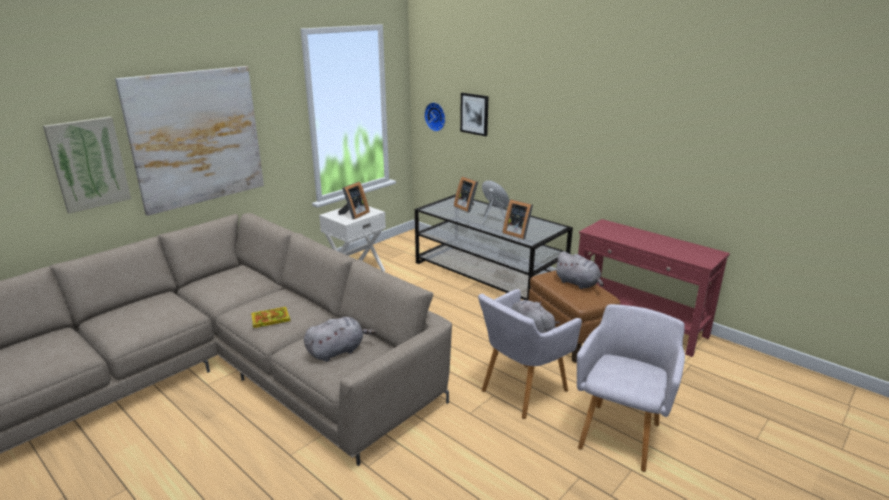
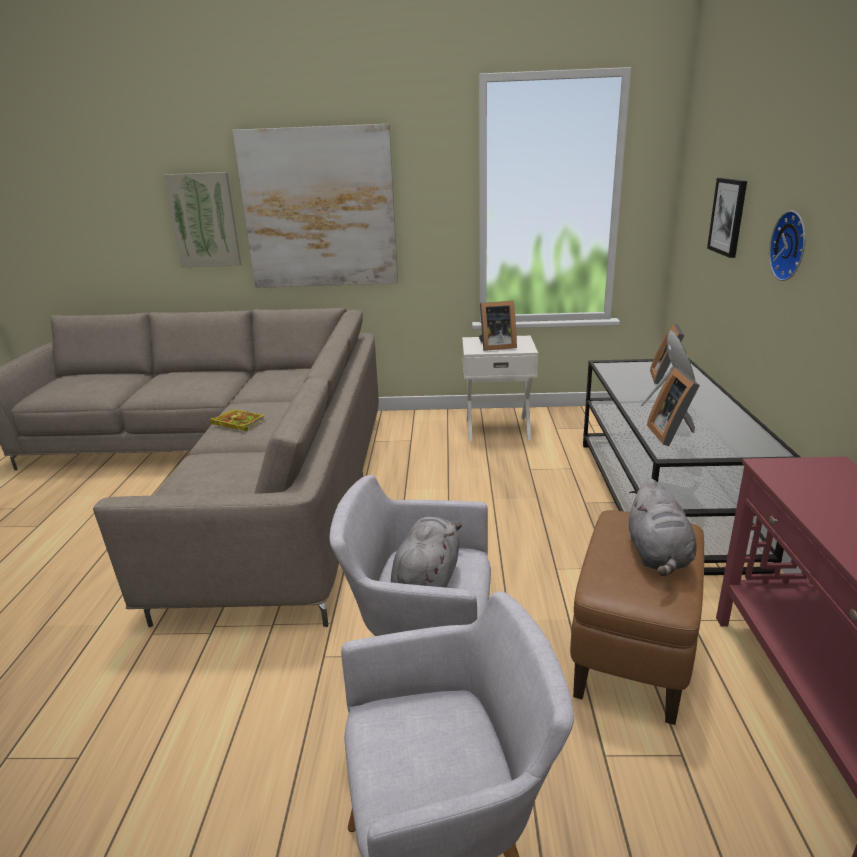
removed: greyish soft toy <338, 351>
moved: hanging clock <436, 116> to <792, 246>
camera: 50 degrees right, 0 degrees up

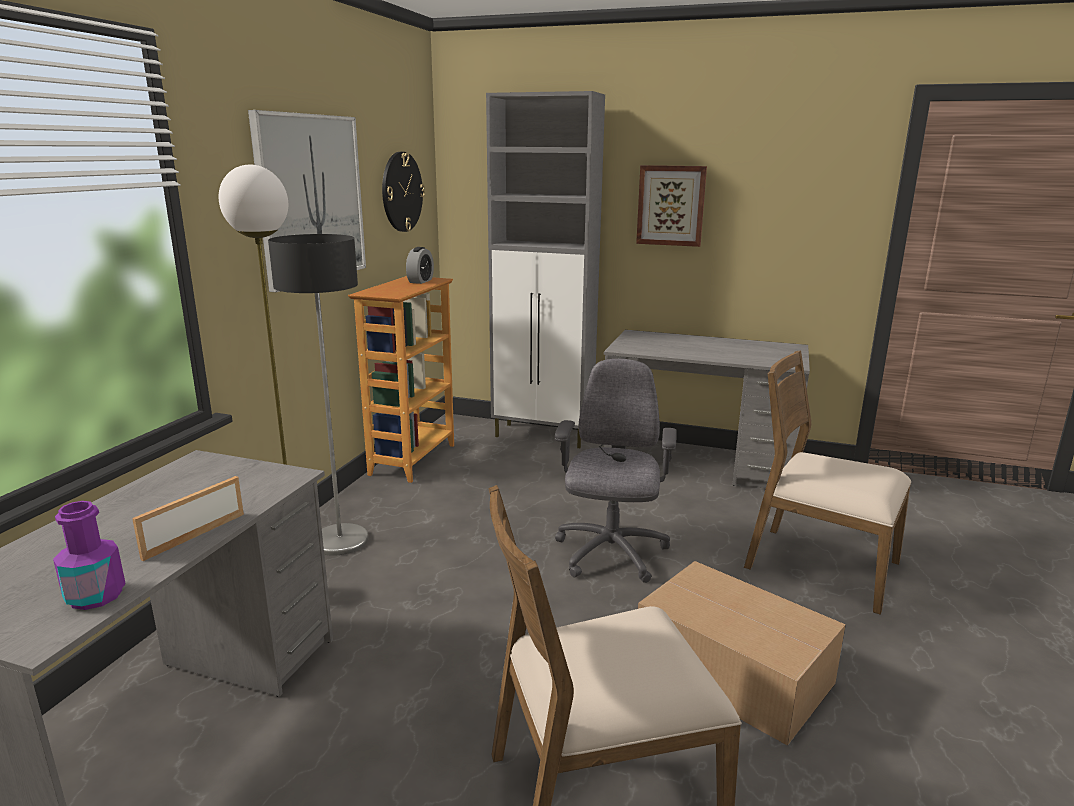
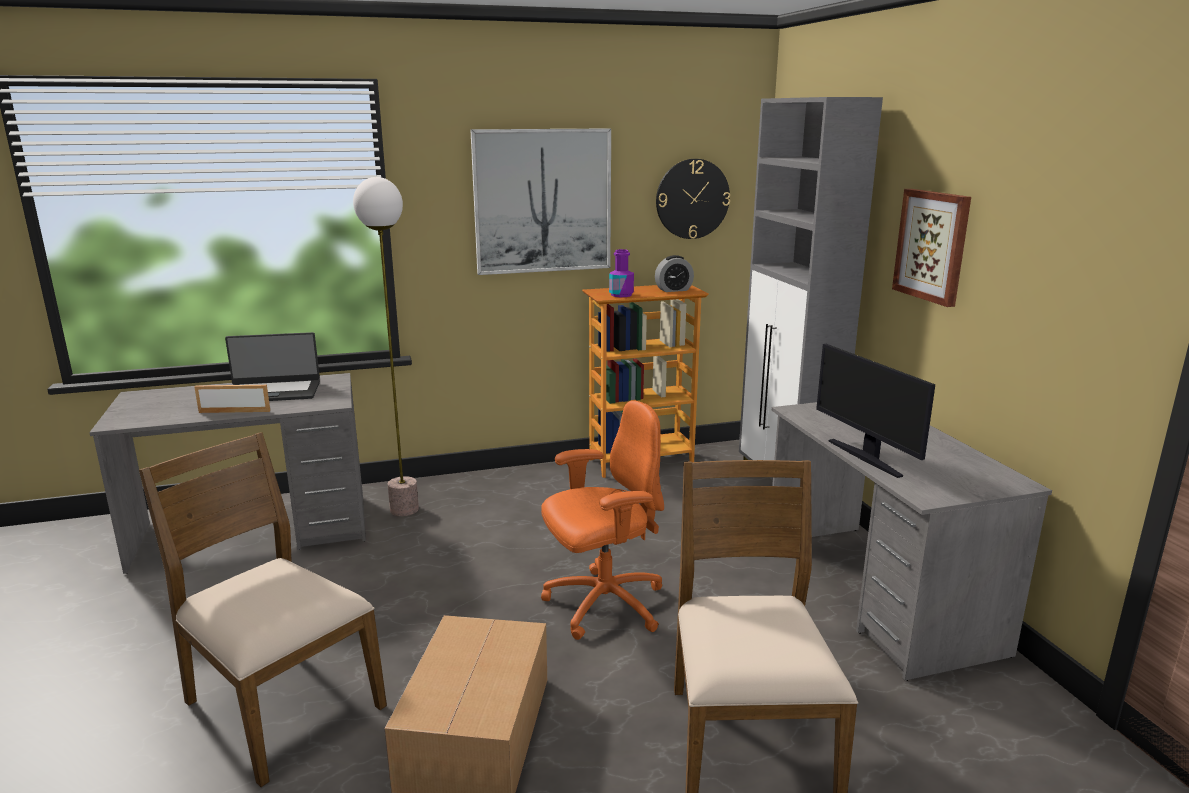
removed: floor lamp <340, 541>
added: notebook computer <272, 392>; monitor <866, 457>
moved: purplish beverage bottle <95, 596> to <621, 295>
recoloured: greyish desk chair <610, 554> to orangey desk chair <603, 605>
camera: 55 degrees right, 0 degrees up

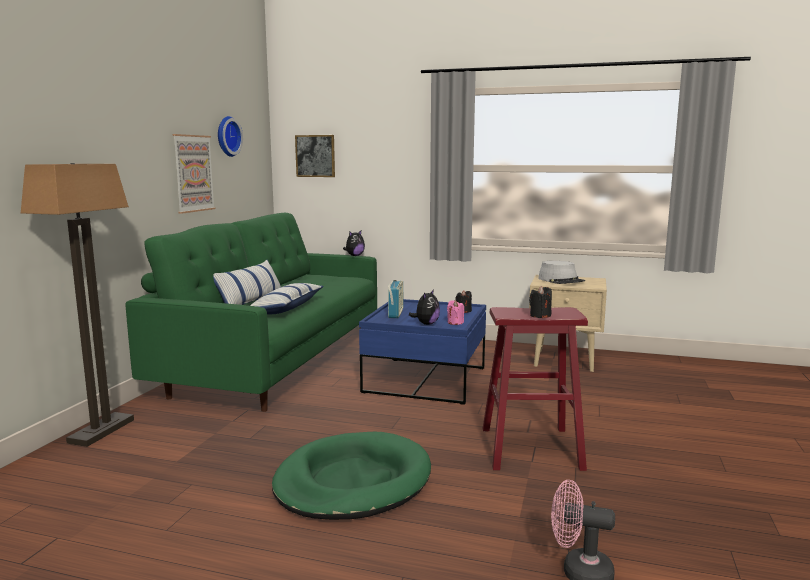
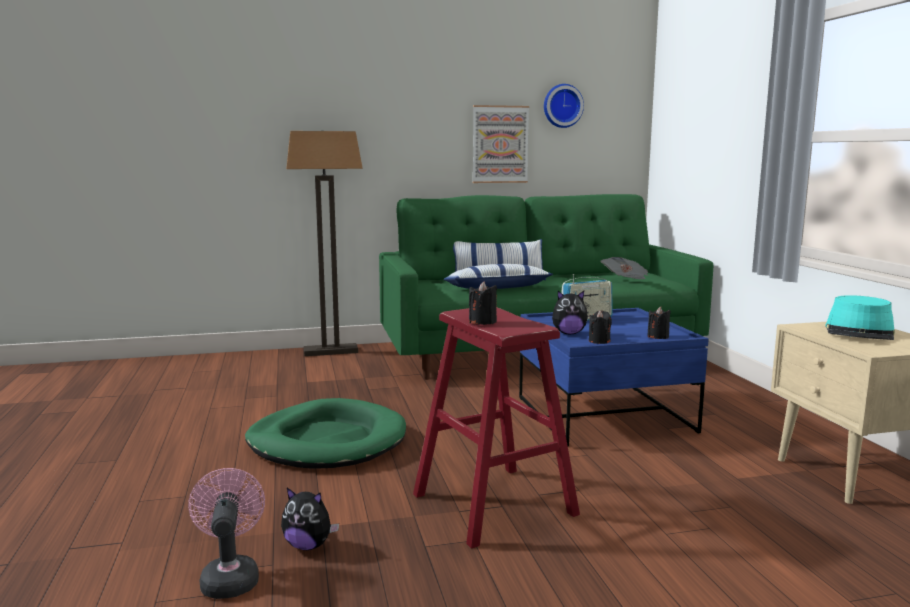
removed: wall art <315, 156>
added: daily paper <625, 282>
moved: soft toy <354, 256> to <308, 545>
recoloured: pink-coloured wax light <455, 322> to blackish wax light <599, 341>; greyish clothing hat <561, 280> to blue-green clothing hat <860, 332>
camera: 60 degrees right, 0 degrees up

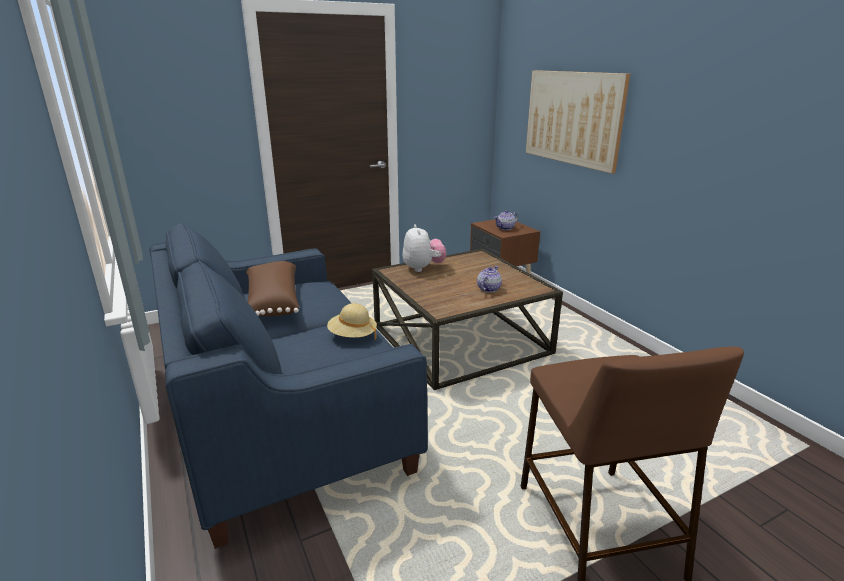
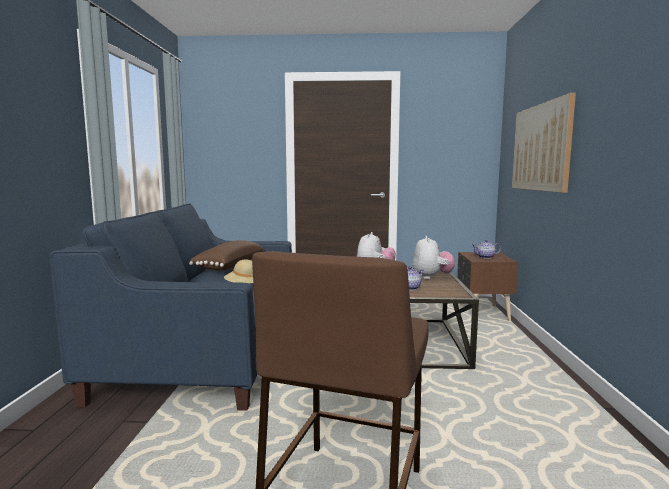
added: soft toy <431, 277>
camera: 30 degrees right, 15 degrees down

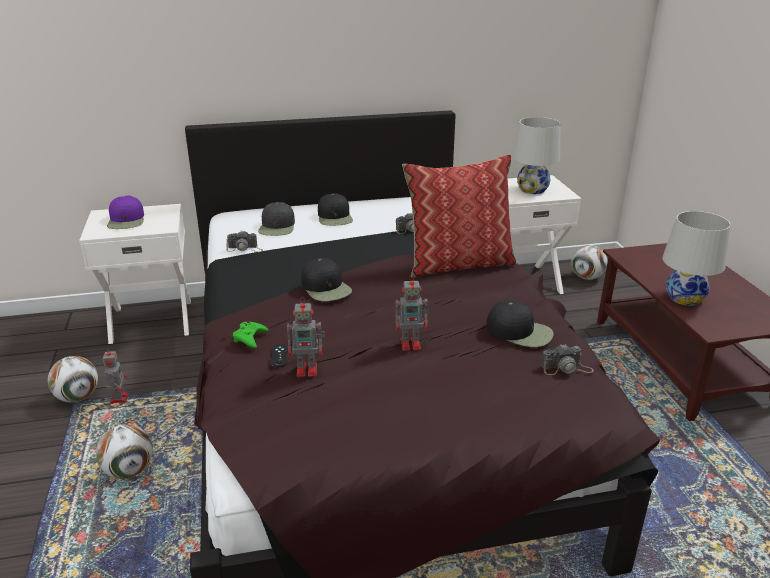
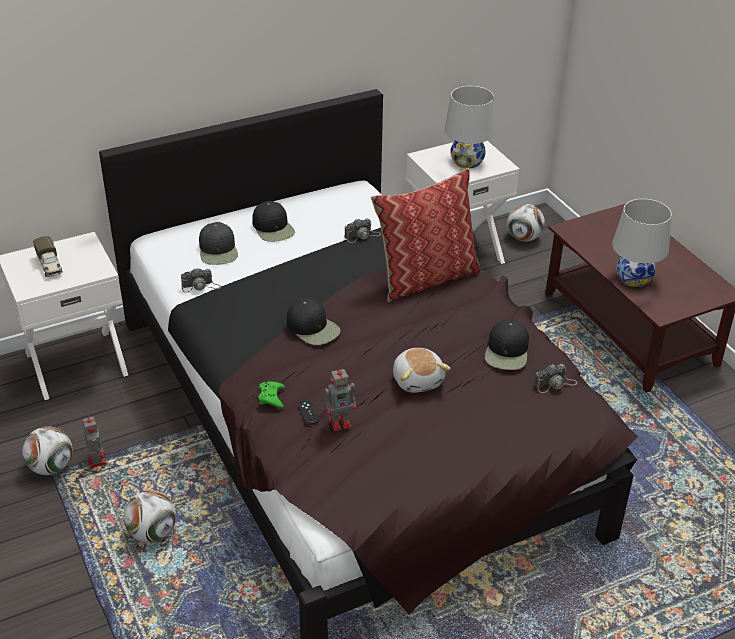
replaced: purplish peaked cap <126, 220> to toy truck <50, 266>; model robot <412, 344> to soft toy <418, 380>
turned: blackish peaked cap <520, 332> = <507, 352> 90 degrees clockwise
camera: 15 degrees left, 10 degrees up

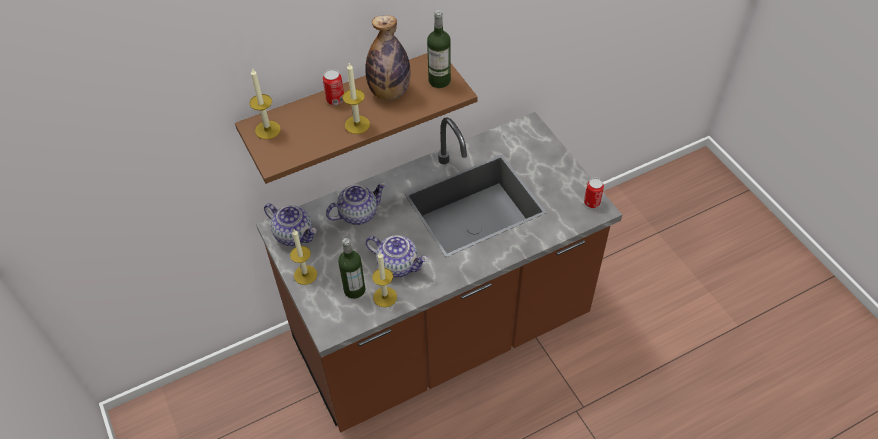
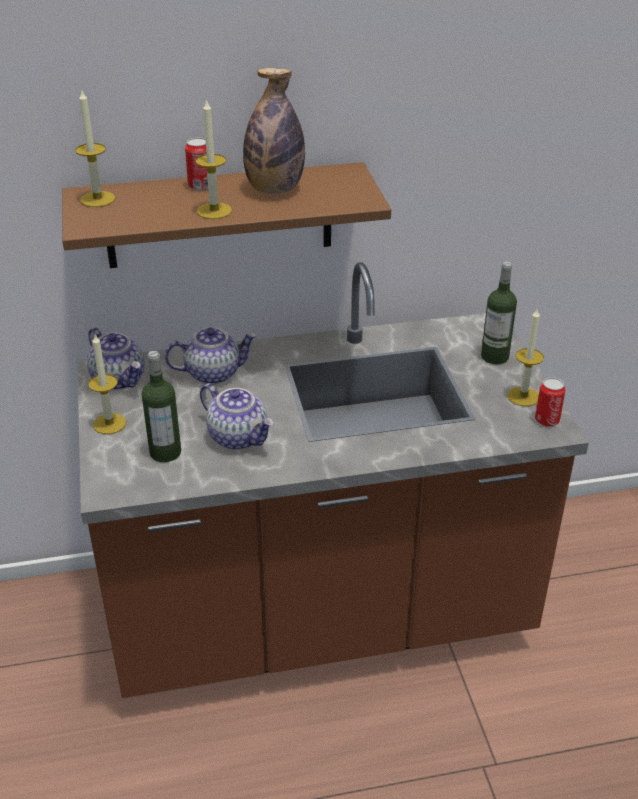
moved: wax light <385, 297> to <523, 396>; beverage bottle <439, 80> to <494, 356>
camera: 15 degrees right, 15 degrees down

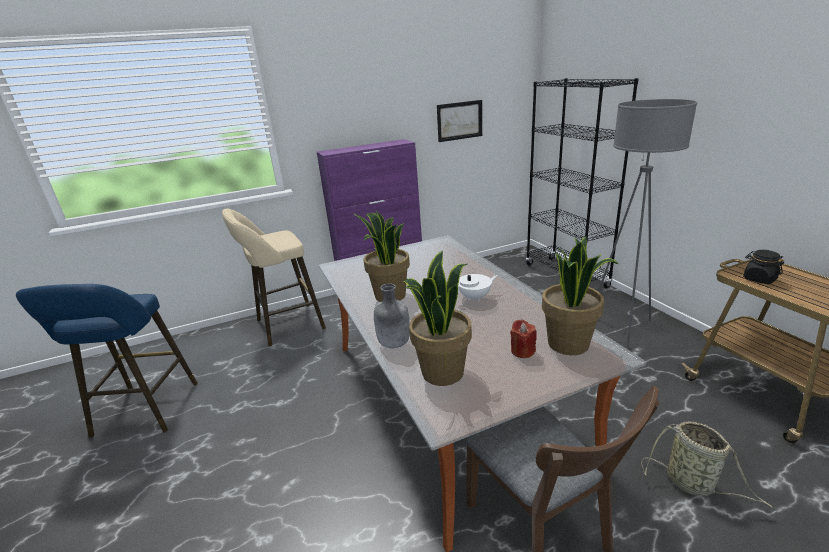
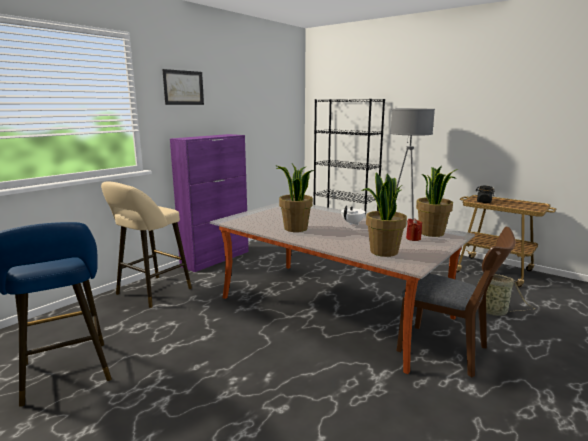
removed: greyish beverage bottle <394, 344>
moved: wall art <459, 120> to <183, 87>
camera: 30 degrees left, 10 degrees down

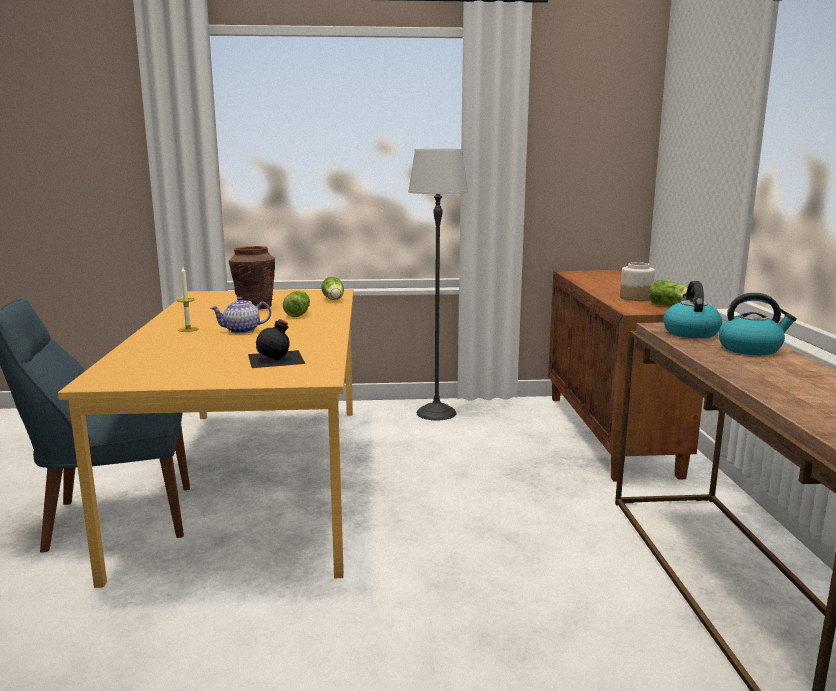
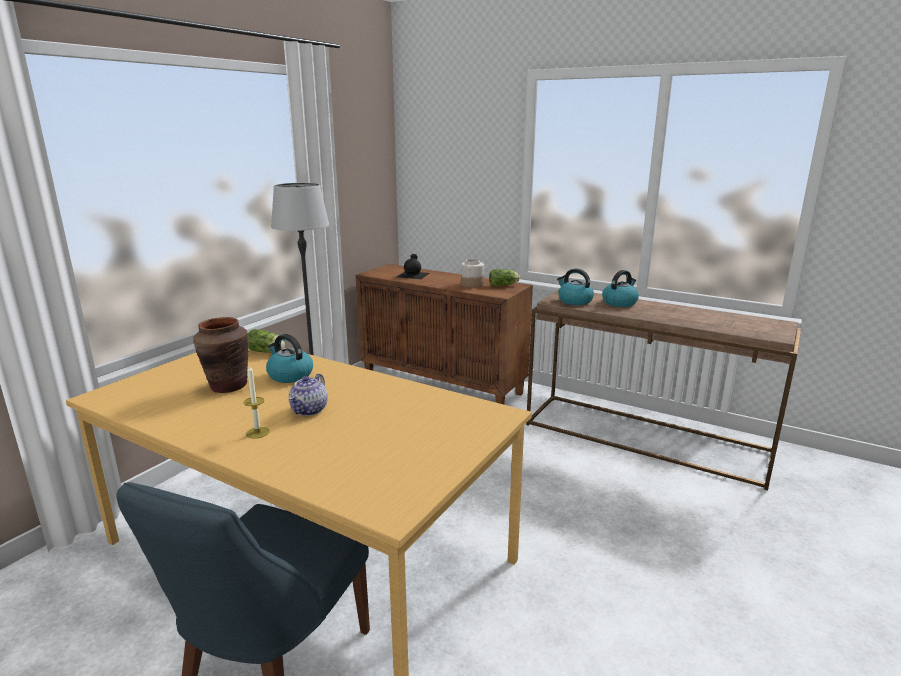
moved: blackish beverage bottle <277, 359> to <413, 275>
replaced: lettuce <298, 313> to kettle <289, 375>
camera: 55 degrees left, 5 degrees up

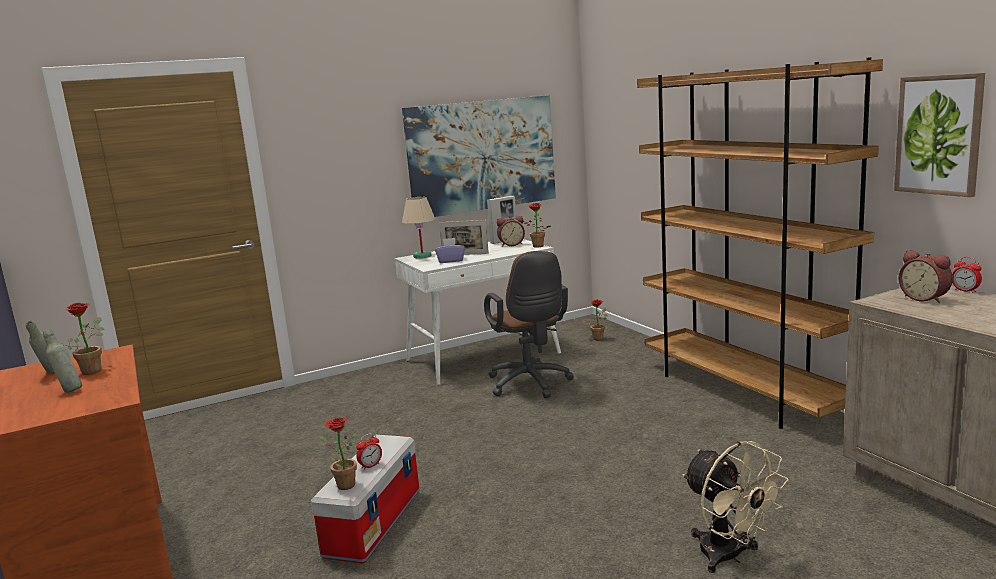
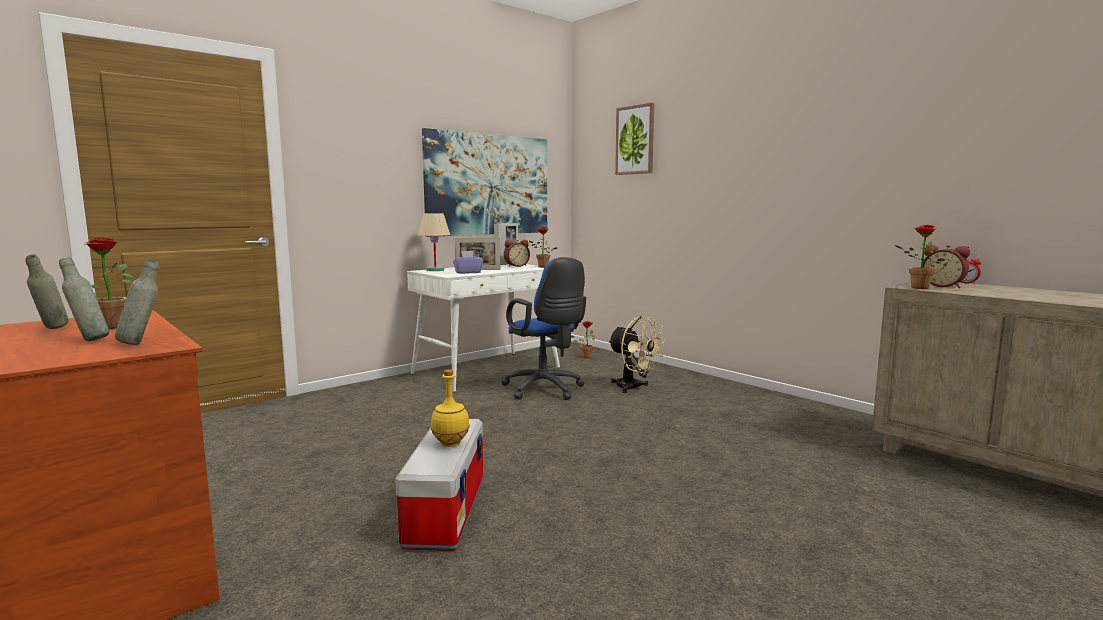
removed: brownish shelving unit <743, 392>
added: greyish beverage bottle <142, 343>
moved: potted plant <342, 485> to <916, 288>; beige-coloured cooling fan <729, 557> to <633, 388>; wall art <939, 135> to <635, 140>
replaced: alarm clock <370, 466> to yellow-coloured beverage bottle <450, 444>
recoloured: brownish desk chair <531, 384> to bluish desk chair <545, 390>
camera: 15 degrees left, 5 degrees down

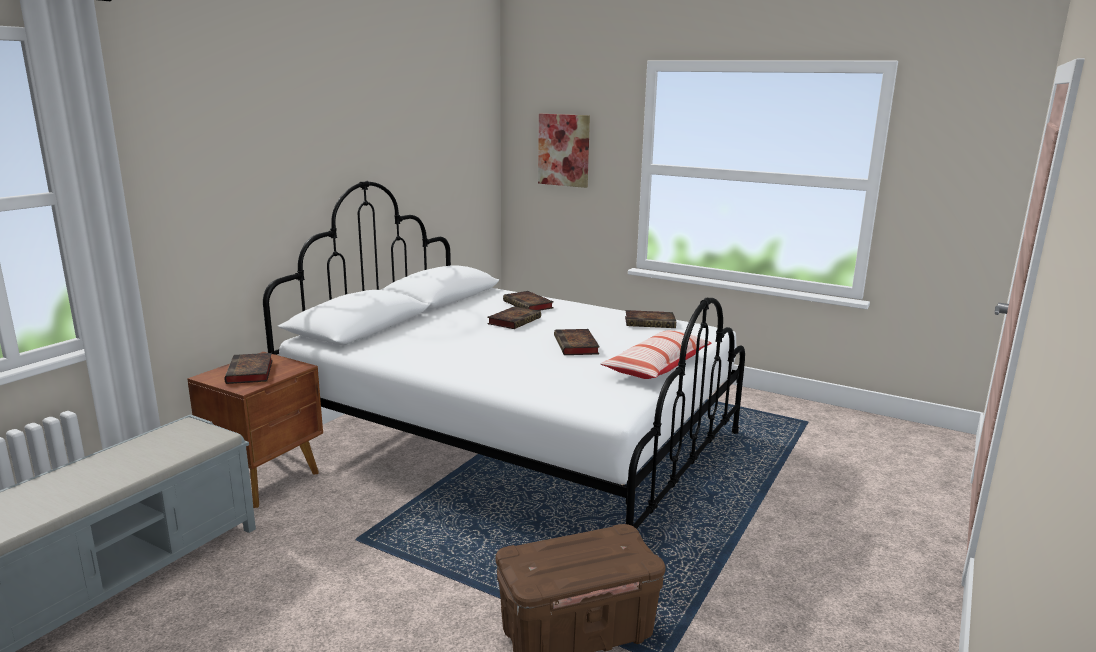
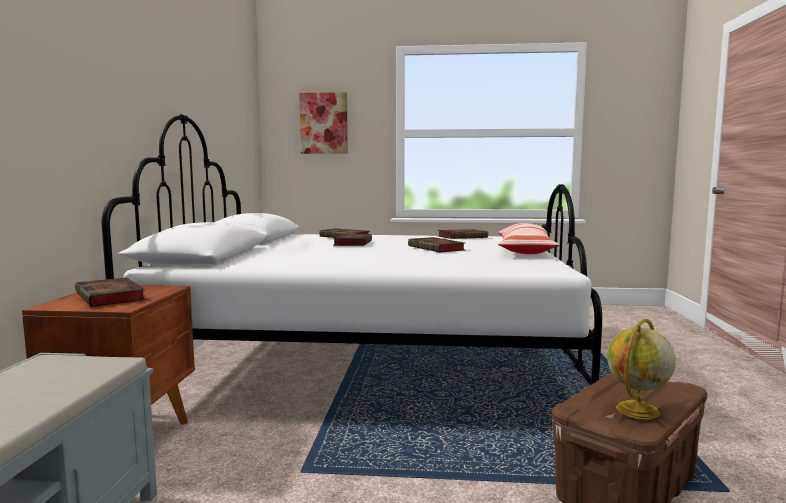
added: world globe <637, 411>
camera: 25 degrees left, 10 degrees down

